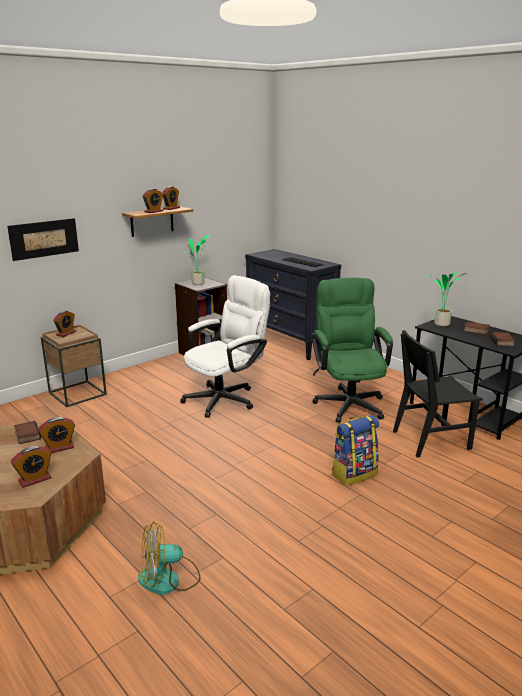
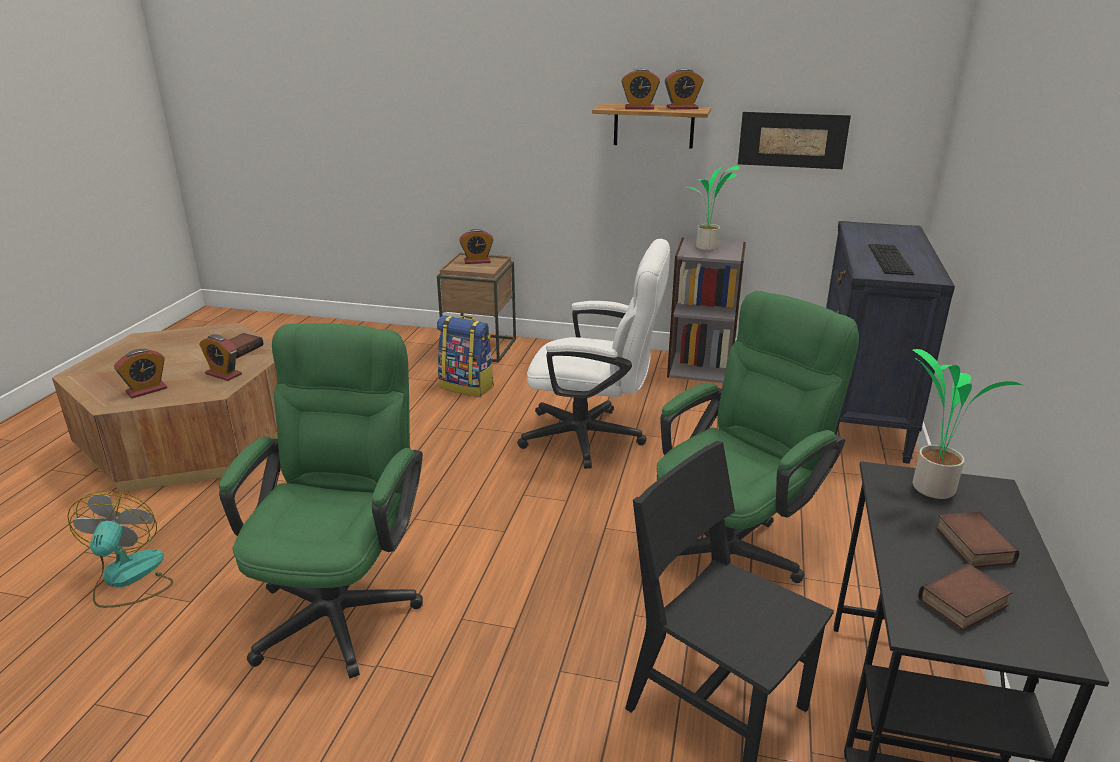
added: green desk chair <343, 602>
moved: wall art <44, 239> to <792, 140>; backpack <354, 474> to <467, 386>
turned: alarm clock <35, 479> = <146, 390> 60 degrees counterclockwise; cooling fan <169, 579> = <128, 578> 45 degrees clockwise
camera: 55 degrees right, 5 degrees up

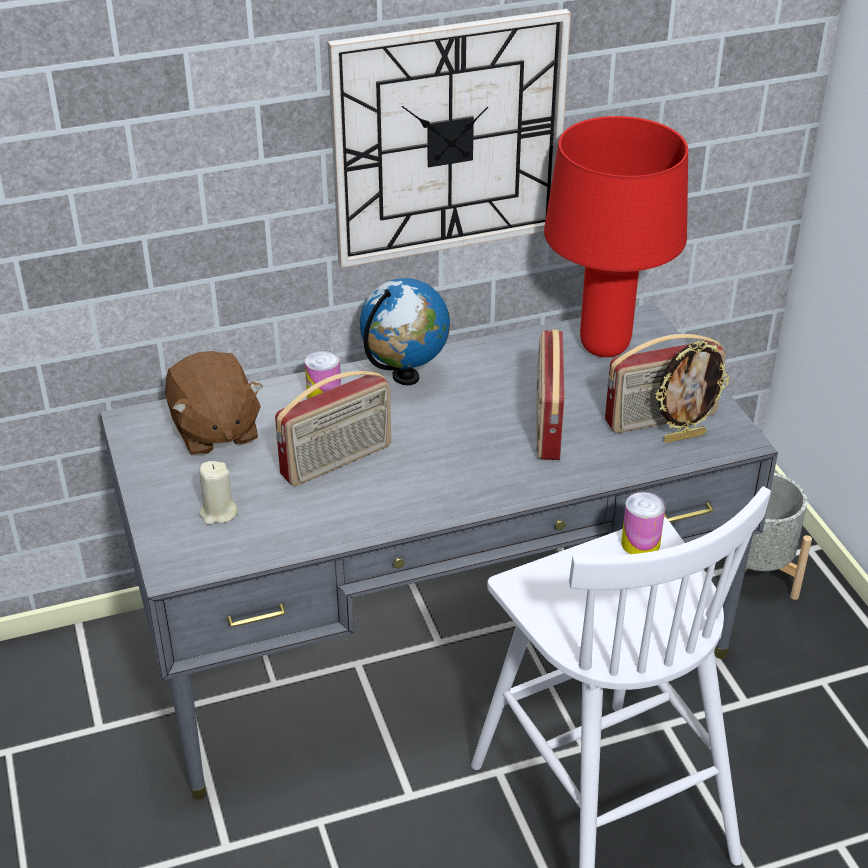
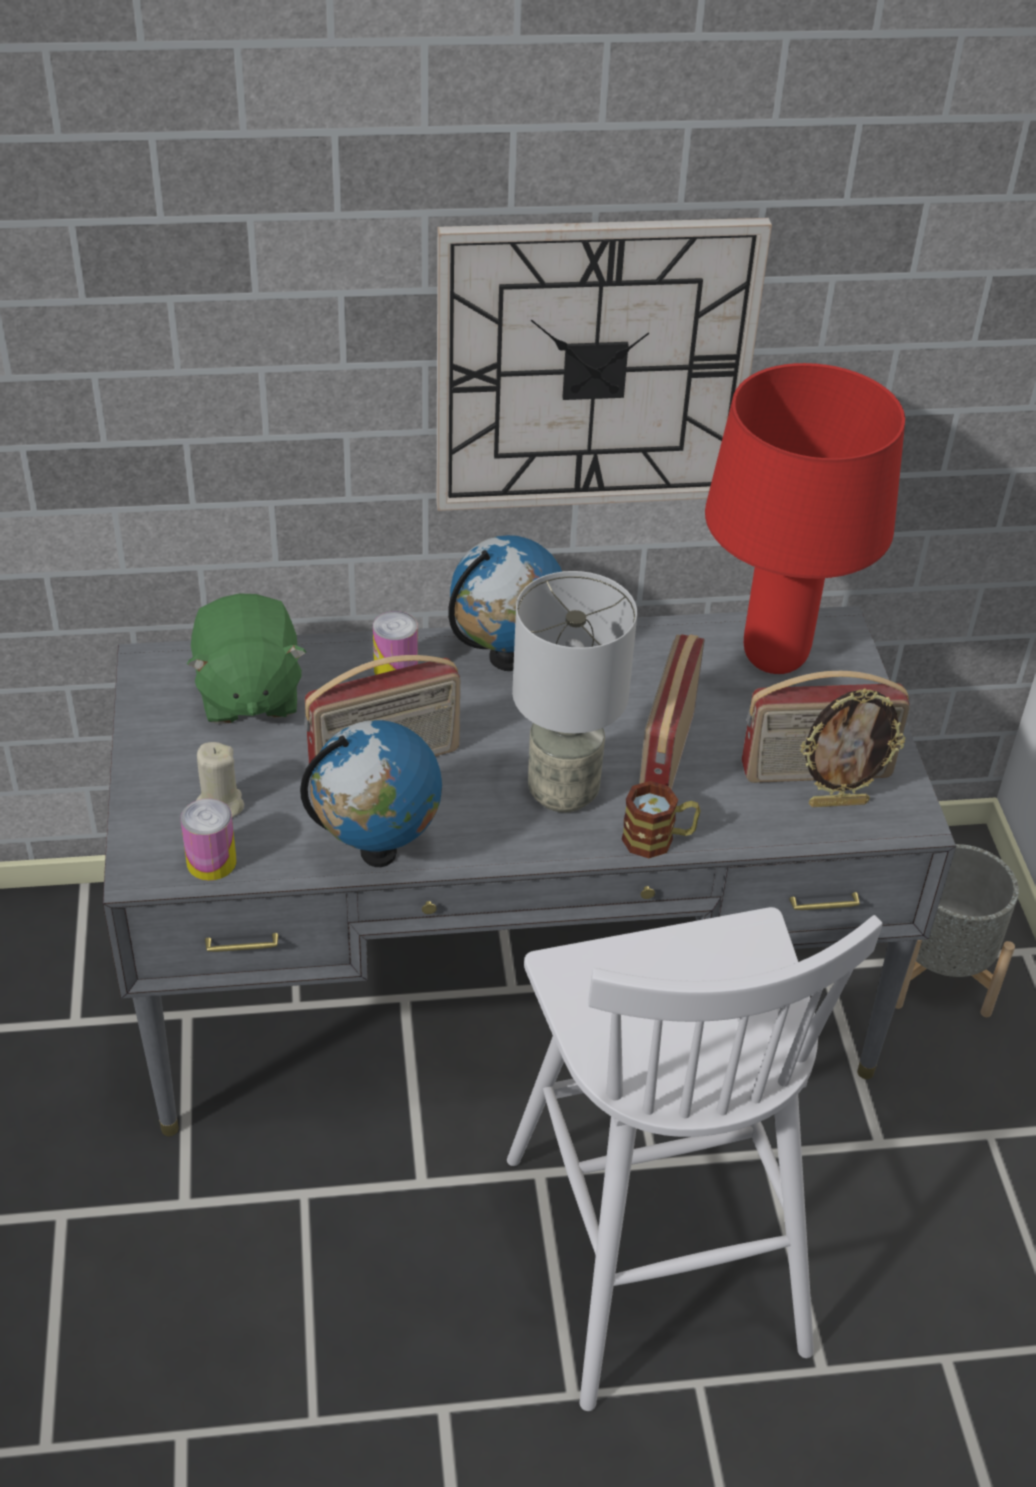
added: world globe <378, 852>; greyish table lamp <561, 791>; mug <658, 839>
moved: can <640, 543> to <211, 862>
recoloured: brownish soft toy <214, 431> to green soft toy <247, 693>
camera: 10 degrees right, 5 degrees up

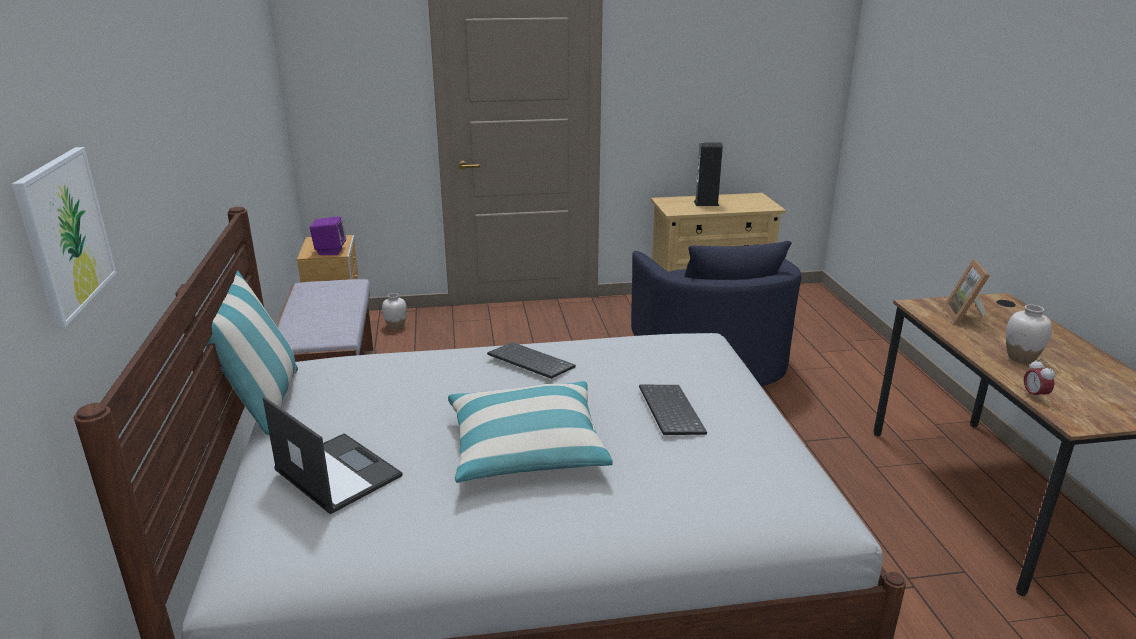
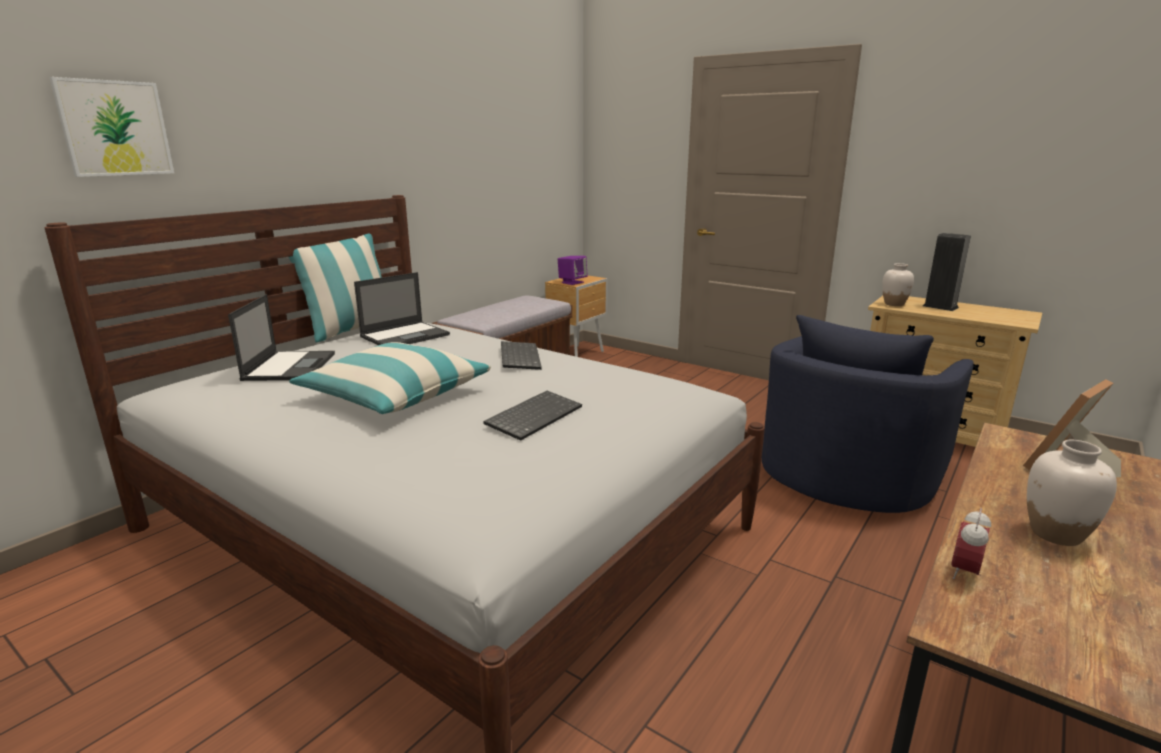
added: notebook computer <406, 335>
moved: whitish flower vase <396, 326> to <894, 304>
camera: 45 degrees right, 5 degrees down

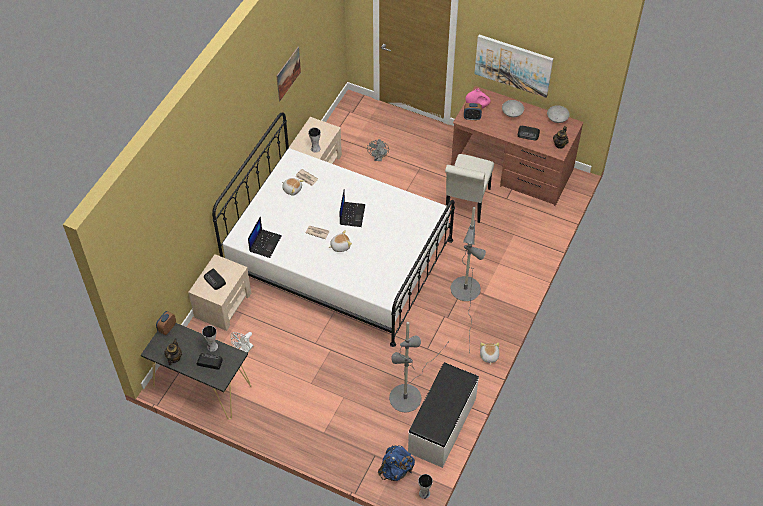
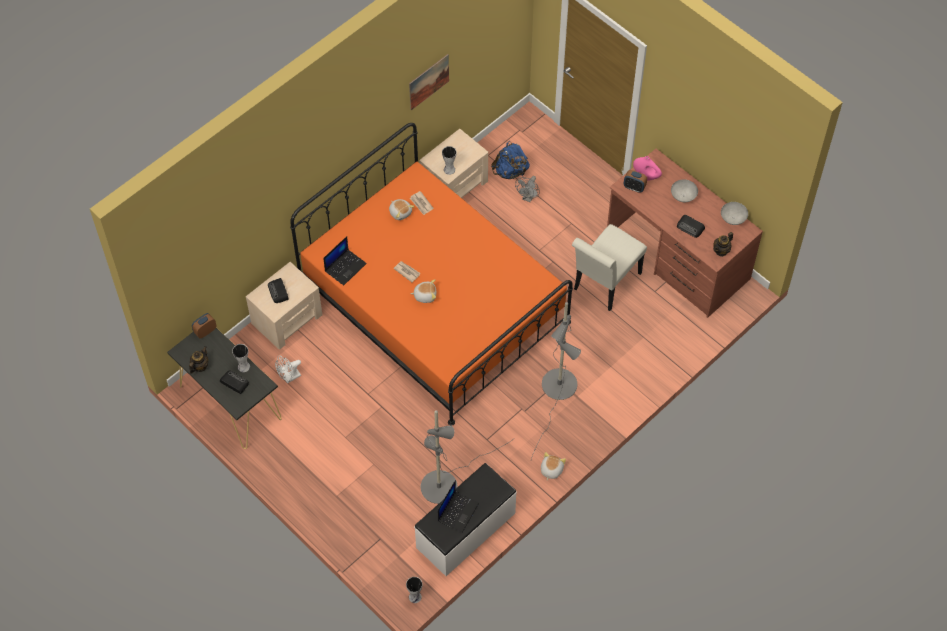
removed: wall art <513, 65>
moved: notebook computer <352, 214> to <458, 511>; bluish backpack <396, 470> to <510, 171>
recoloured: whitish bedroom bed <339, 258> to orangey bedroom bed <434, 304>
camera: 20 degrees right, 5 degrees up

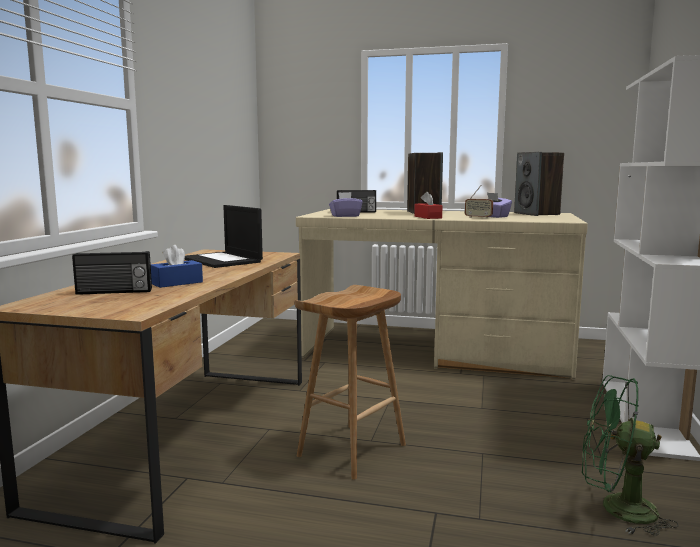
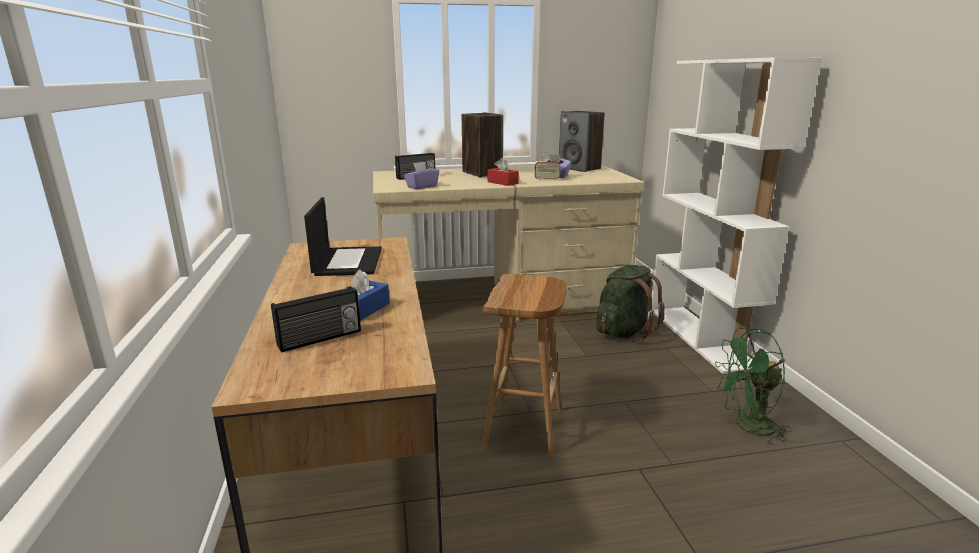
added: green backpack <624, 332>
turned: notebook computer <222, 260> = <347, 261> 120 degrees counterclockwise
camera: 25 degrees left, 10 degrees up

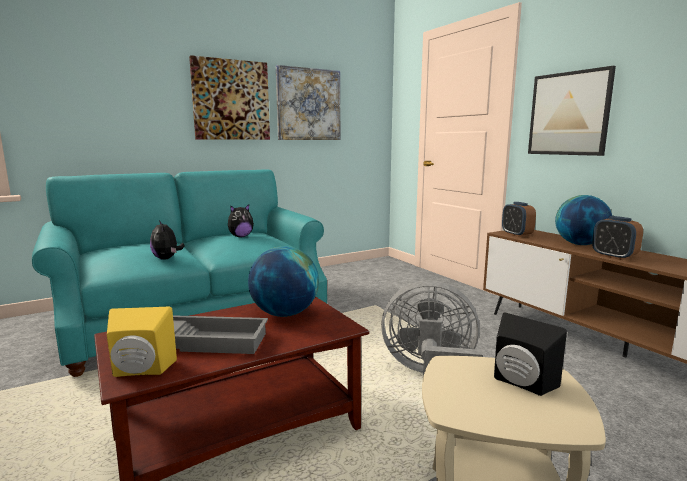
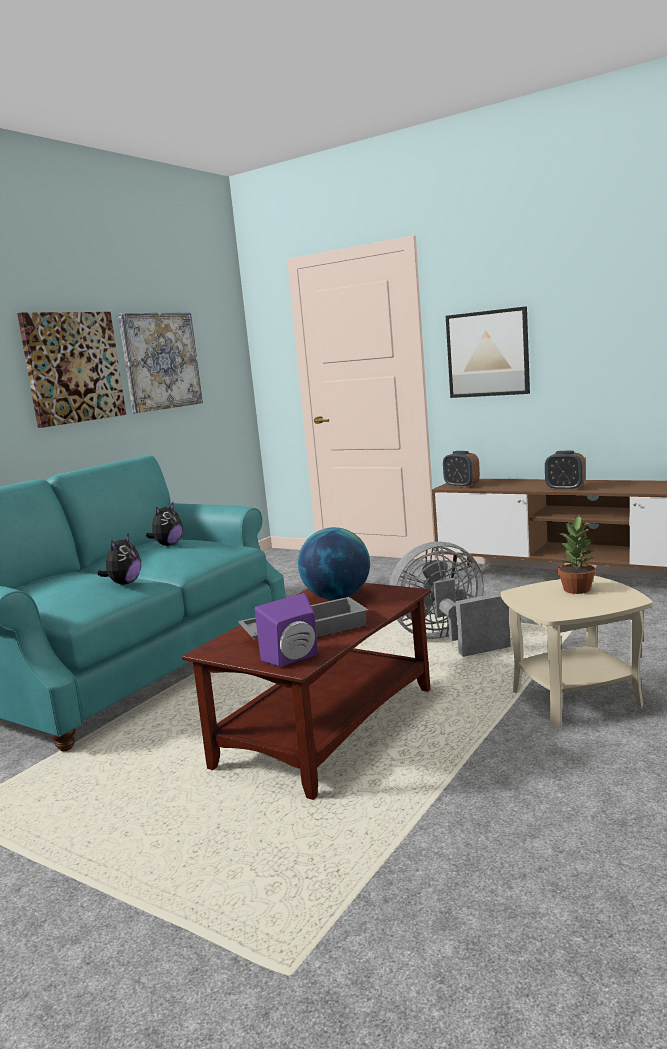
removed: world globe <580, 244>
replaced: blackish speaker <520, 384> to potted plant <577, 589>
recoloured: yellow-coloured speaker <140, 371> to purplish speaker <294, 659>
turned: soft toy <167, 258> = <124, 583> 105 degrees counterclockwise
camera: 25 degrees left, 0 degrees up

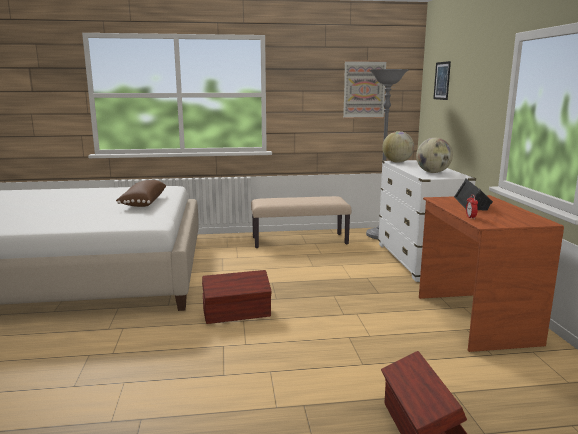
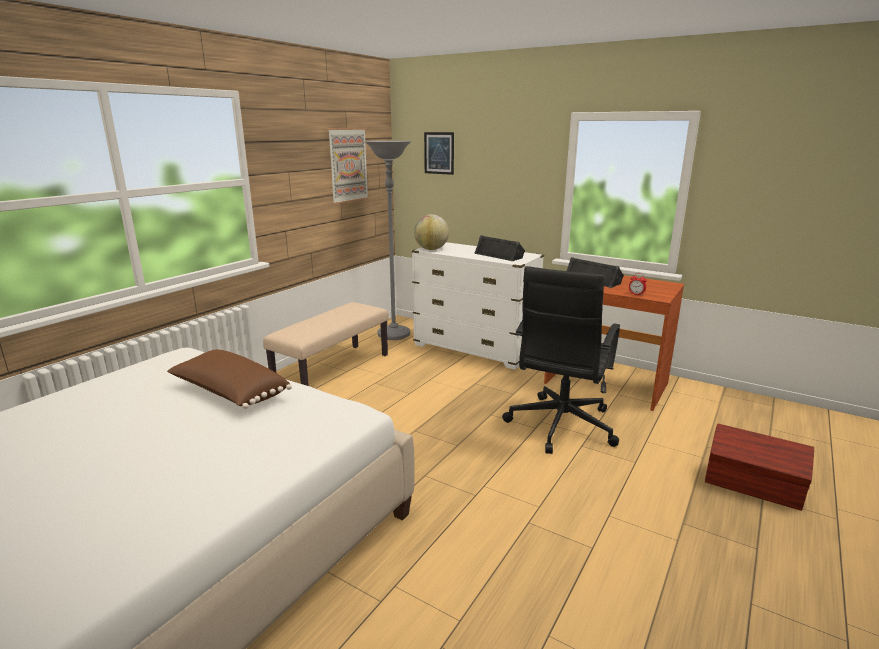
removed: brownish storage container <237, 314>
added: blackish desk chair <560, 426>
replaced: world globe <433, 172> to blackish speaker <499, 255>
camera: 50 degrees left, 5 degrees up

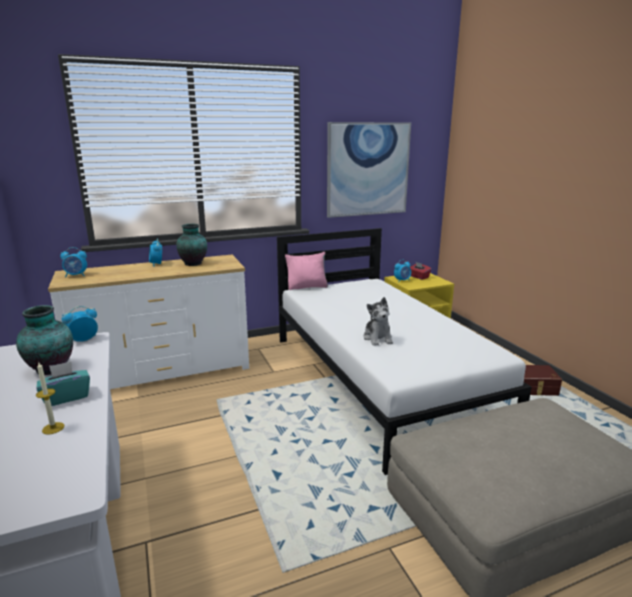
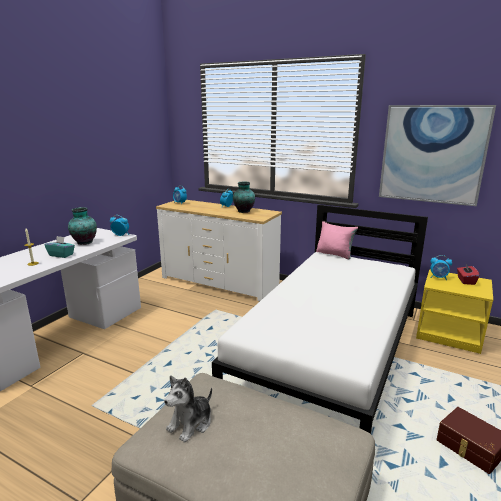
moved: soft toy <378, 338> to <191, 423>
camera: 50 degrees right, 0 degrees up

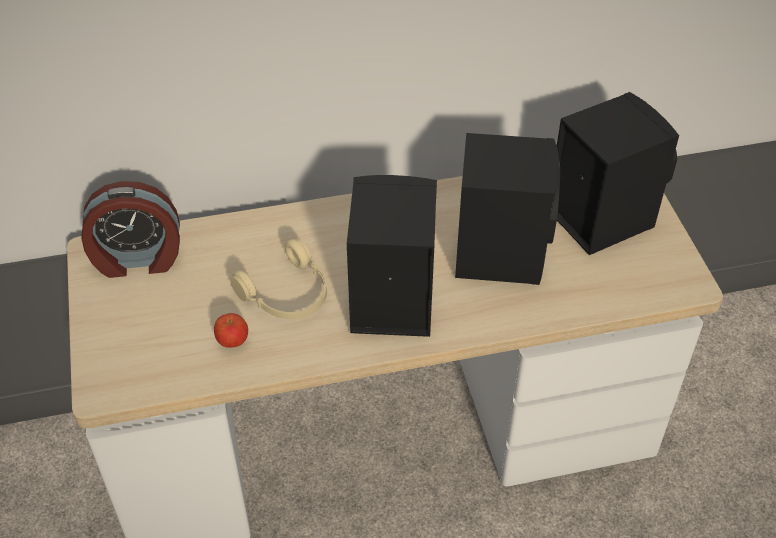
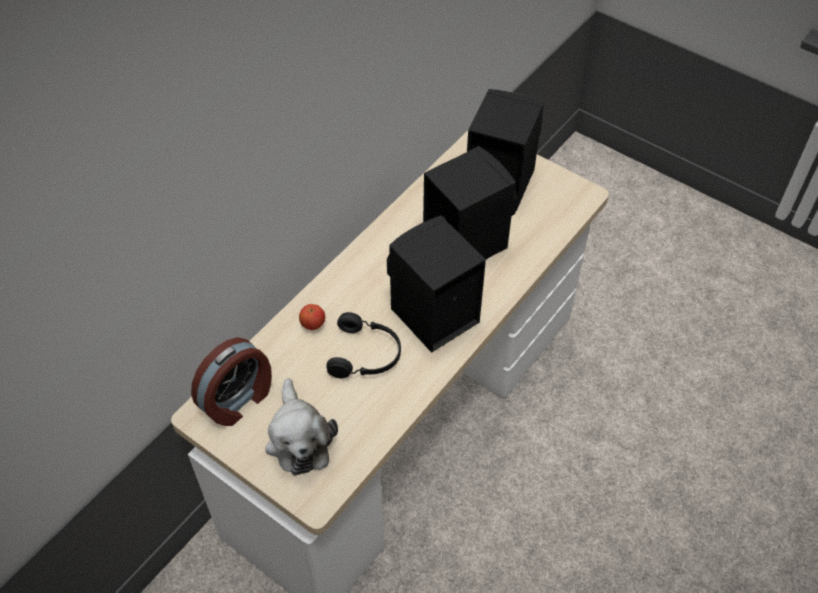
added: soft toy <299, 438>
moved: apple fruit <233, 341> to <313, 324>
recoloured: beige-coloured pair of headphones <288, 295> to blackish pair of headphones <366, 355>
camera: 40 degrees left, 5 degrees up

